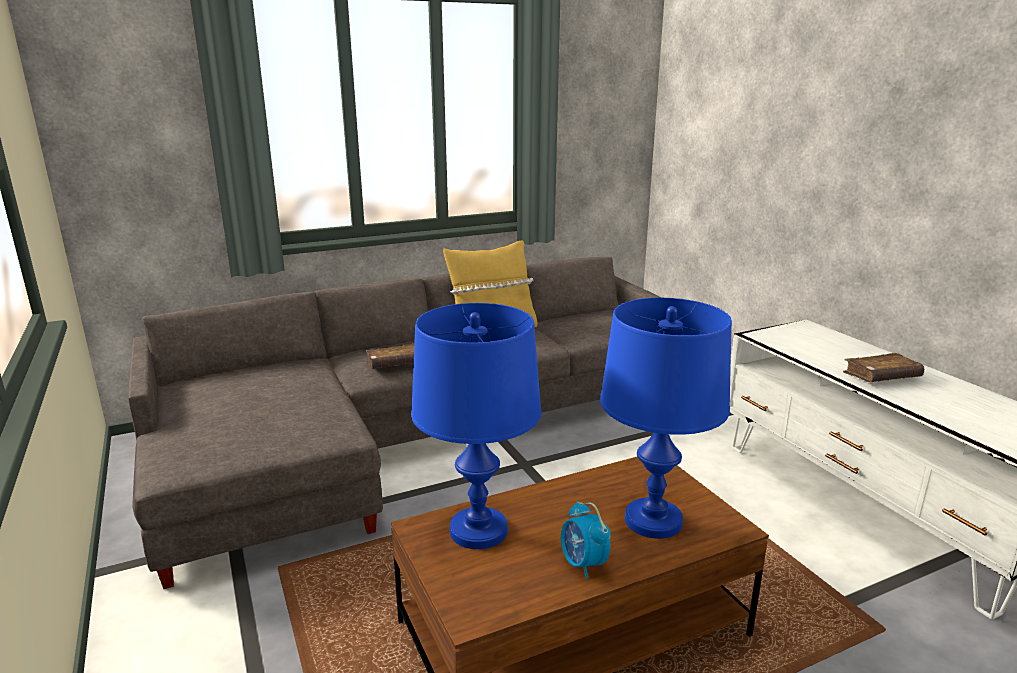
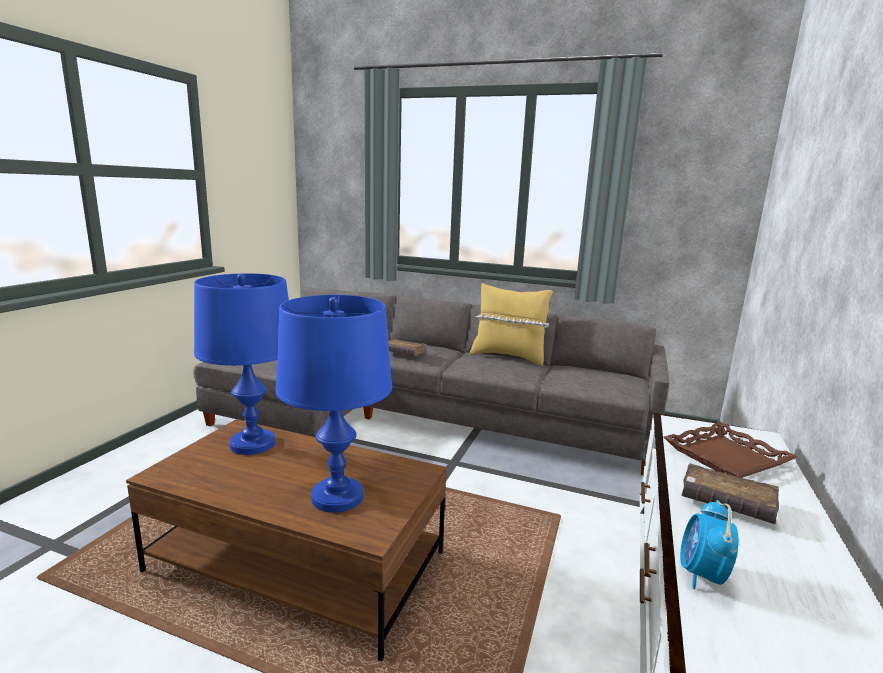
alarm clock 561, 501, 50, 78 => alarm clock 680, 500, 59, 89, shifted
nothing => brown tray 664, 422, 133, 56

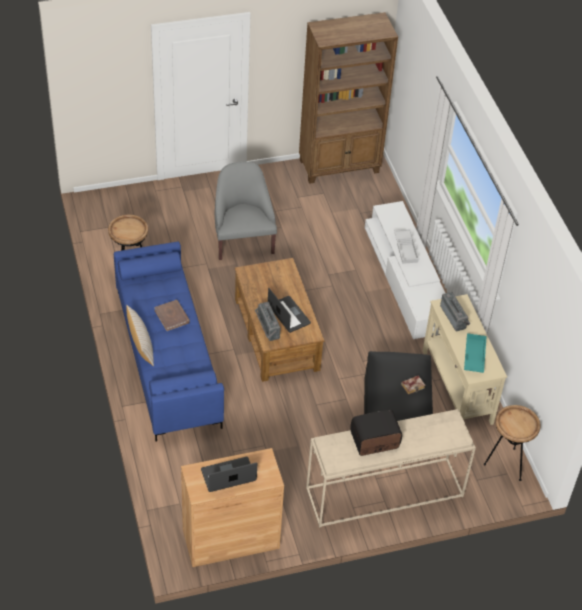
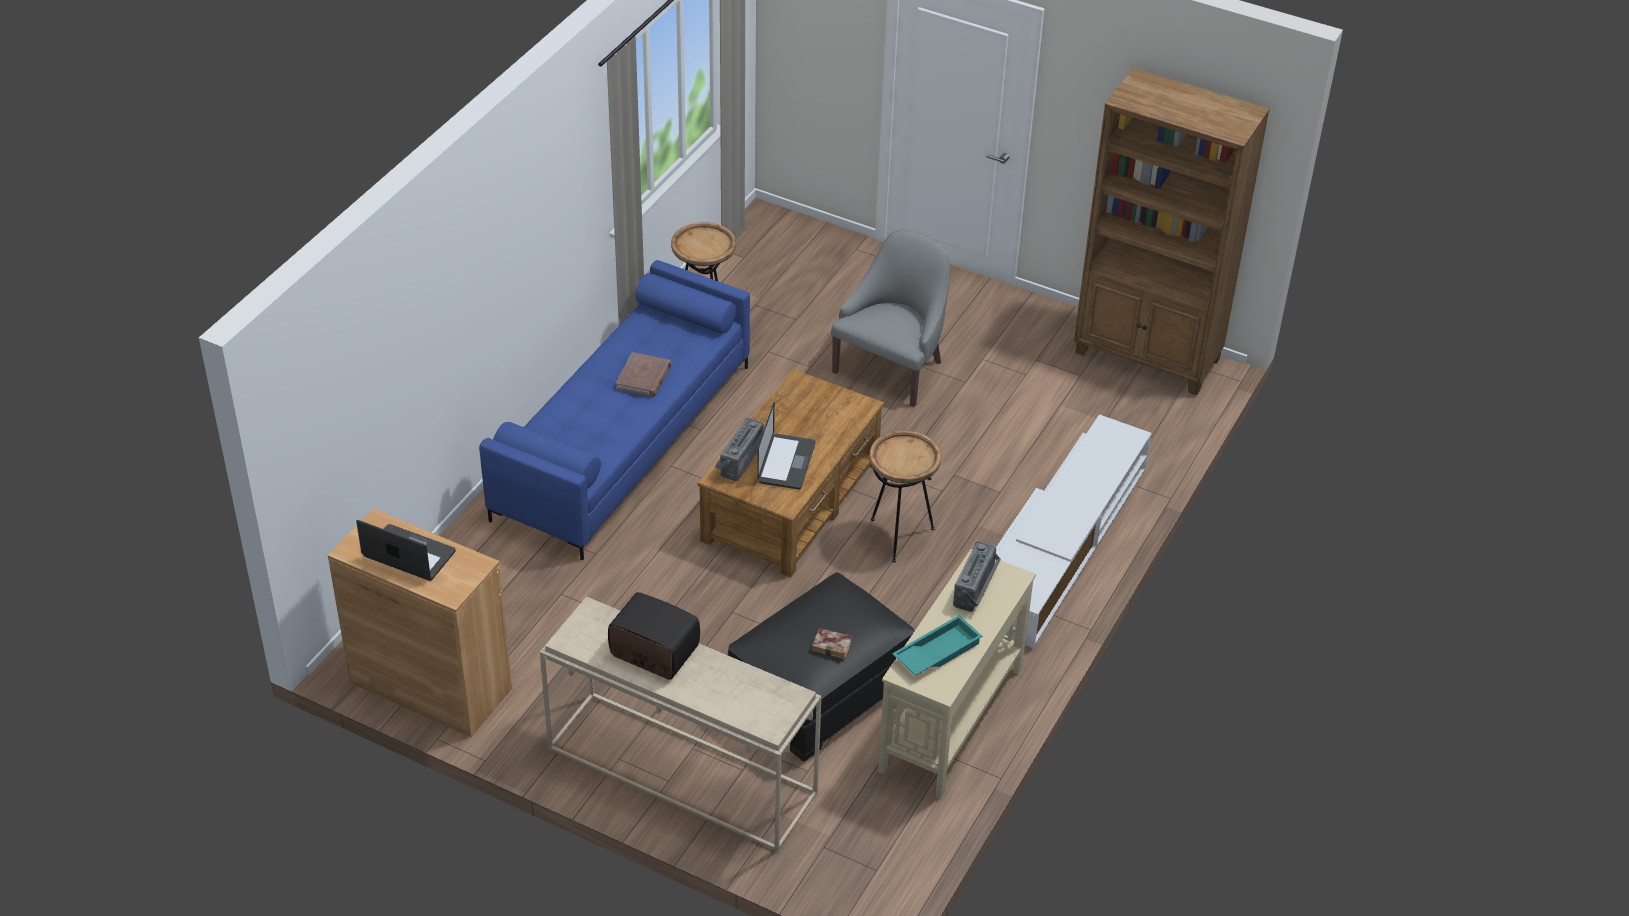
white tray 394, 229, 26, 35 => nothing
beige pillow 126, 305, 28, 61 => nothing
brown side table 484, 405, 57, 76 => brown side table 869, 430, 72, 133, shifted

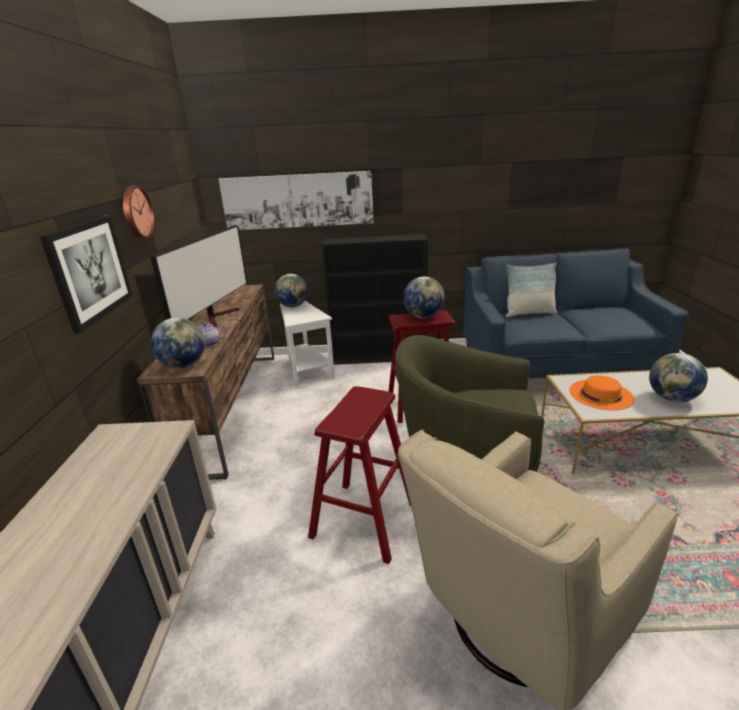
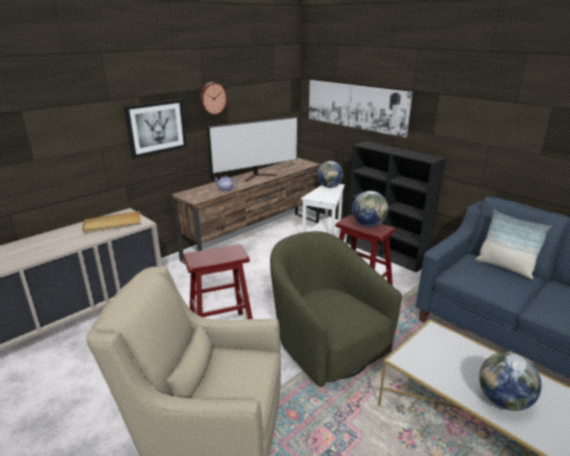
globe 150, 318, 55, 50 => nothing
orange hat 569, 375, 66, 35 => nothing
nothing => beige tray 82, 211, 59, 23

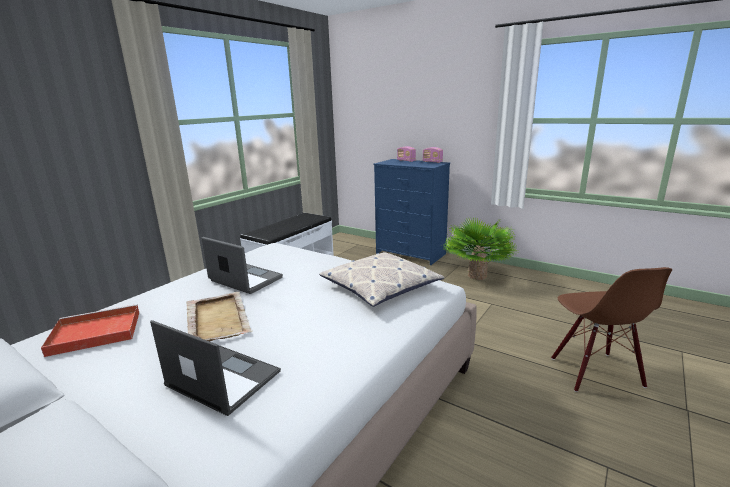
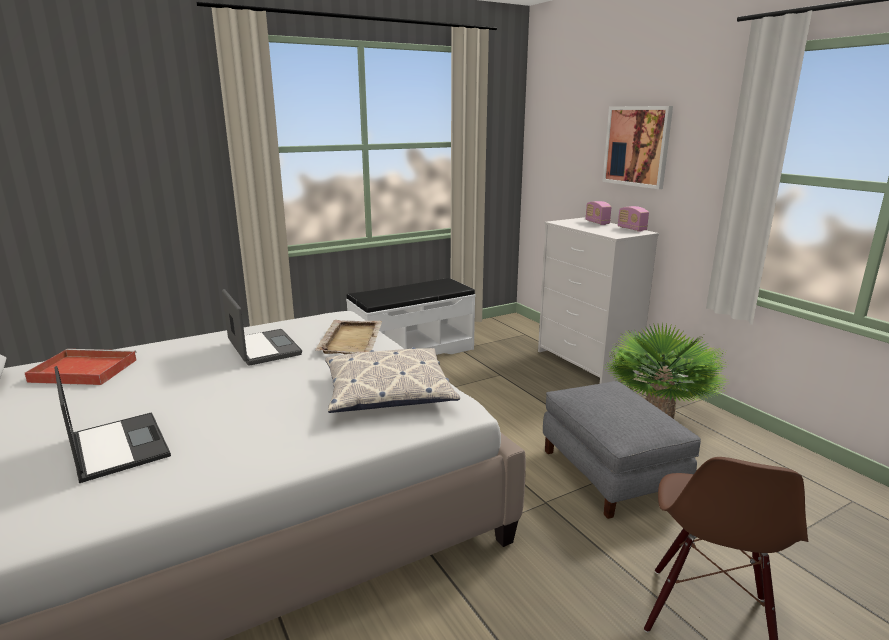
blue dresser 374, 159, 76, 106 => white dresser 538, 217, 121, 167
beige tray 187, 292, 66, 50 => beige tray 315, 320, 67, 34, shifted
nothing => picture 602, 106, 71, 83
nothing => grey ottoman 543, 381, 158, 138

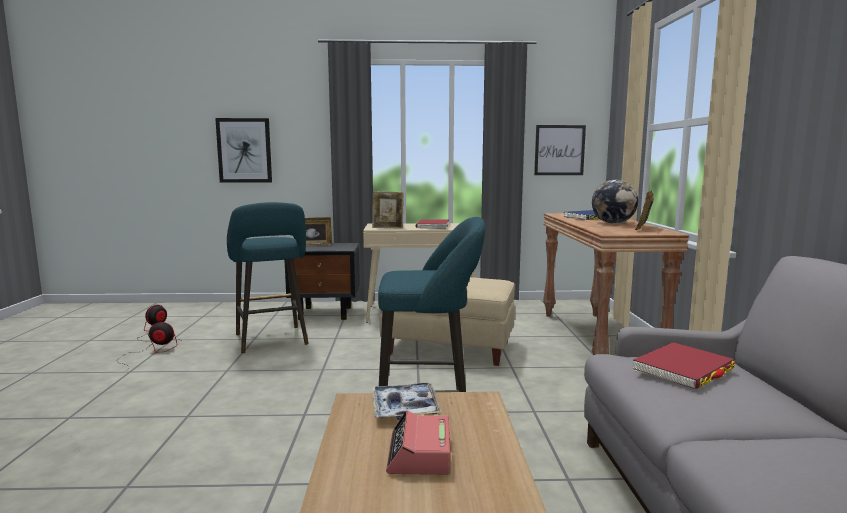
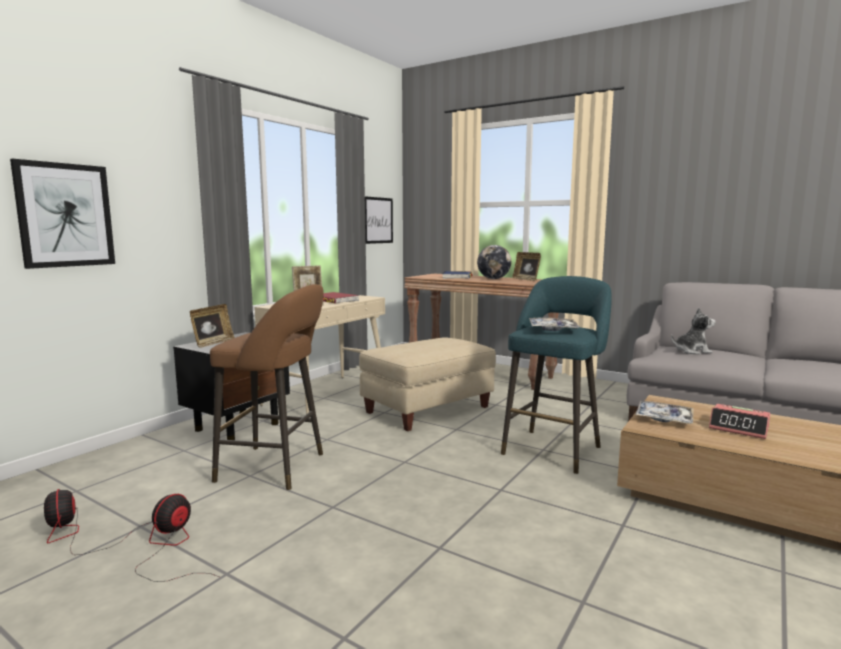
turquoise stool 227, 202, 82, 151 => brown stool 210, 284, 114, 206
red book 633, 342, 102, 47 => plush toy 671, 308, 45, 47
nothing => tray 529, 318, 51, 13

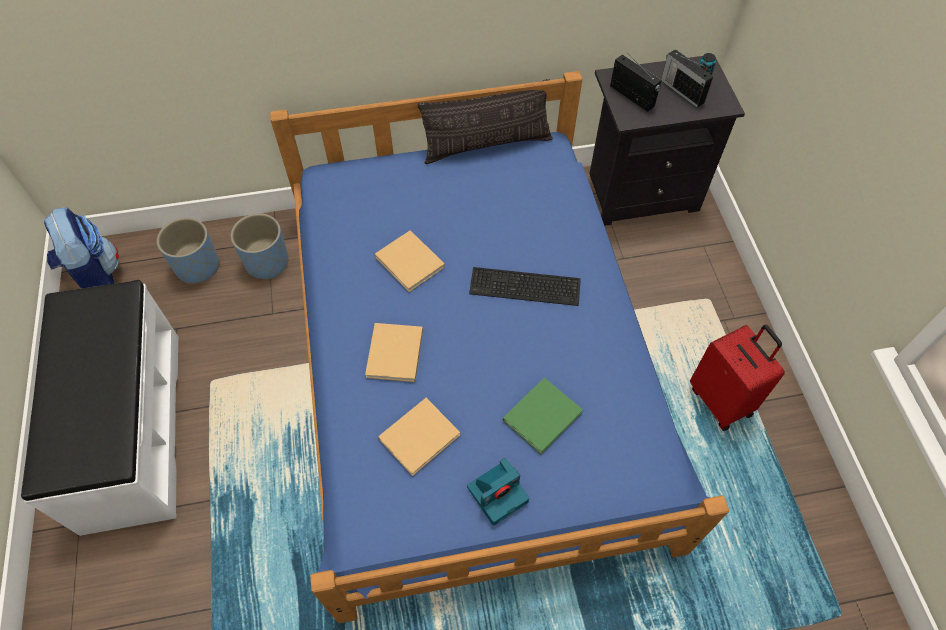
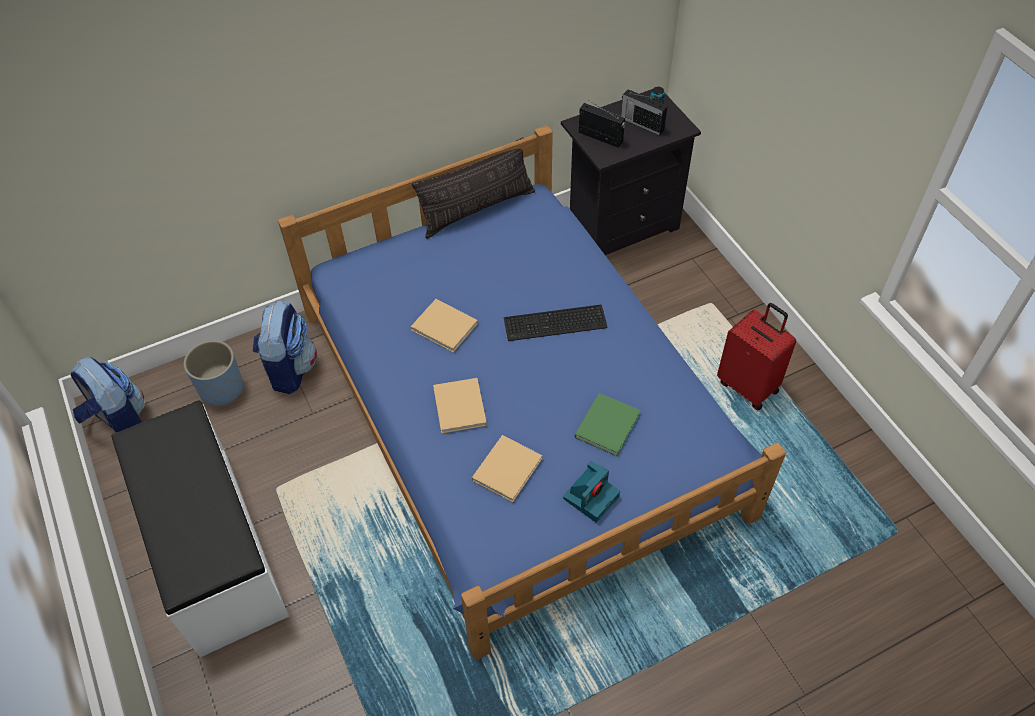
blue planter 231, 213, 58, 66 => backpack 253, 301, 64, 93

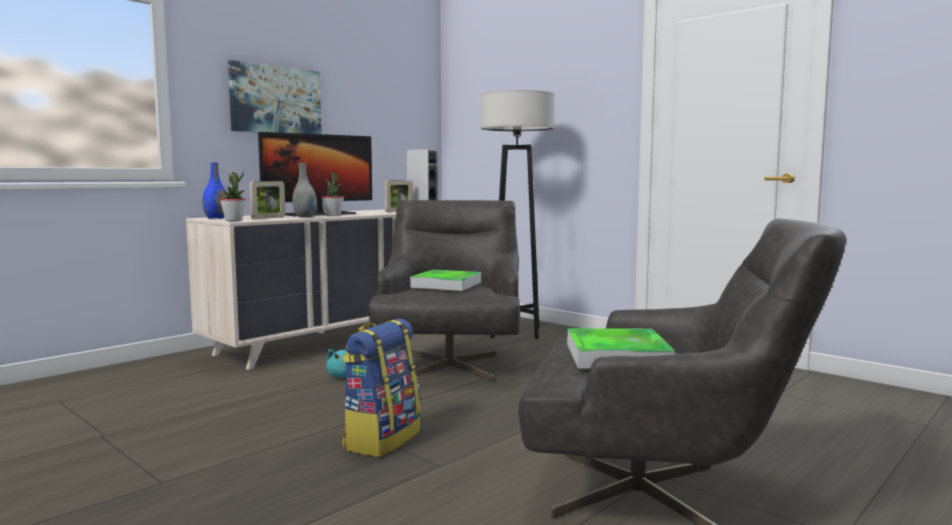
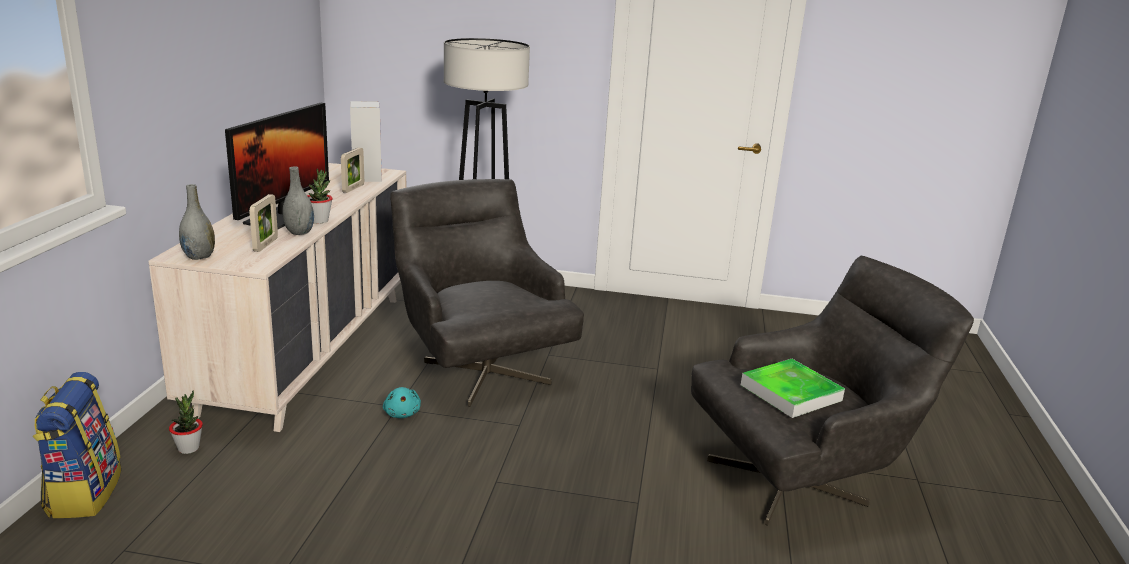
picture 228, 60, 94, 74 => nothing
blue vase 202, 163, 25, 56 => grey vase 179, 184, 36, 76
potted plant 220, 172, 26, 49 => potted plant 169, 391, 34, 63, shifted
tray 410, 270, 71, 21 => nothing
backpack 341, 319, 80, 138 => backpack 33, 372, 88, 146, shifted

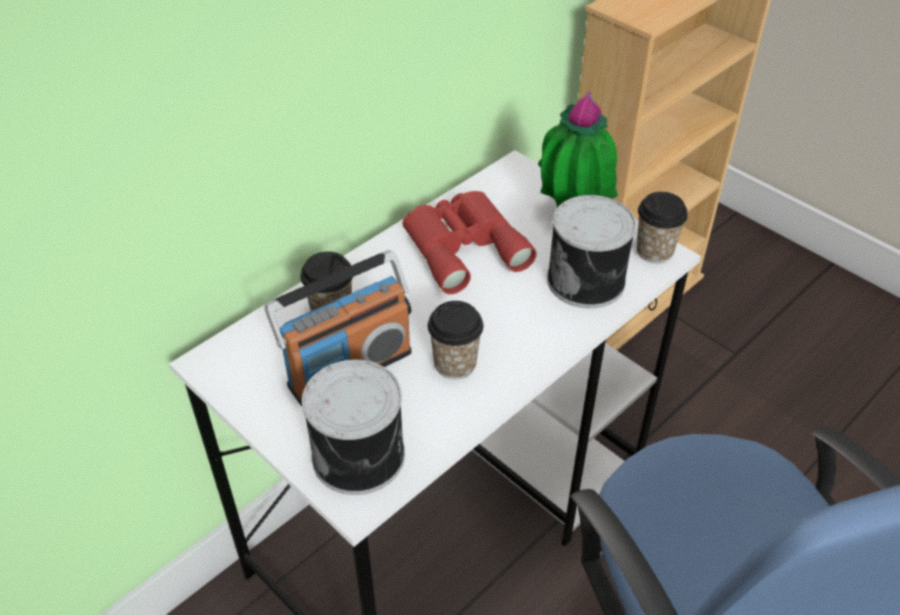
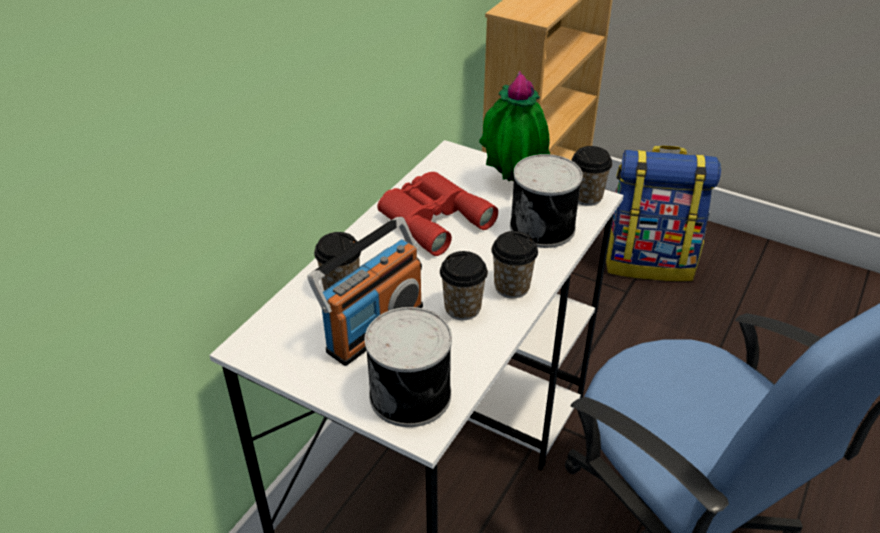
nothing => backpack 606, 145, 115, 136
nothing => cup 491, 231, 47, 68

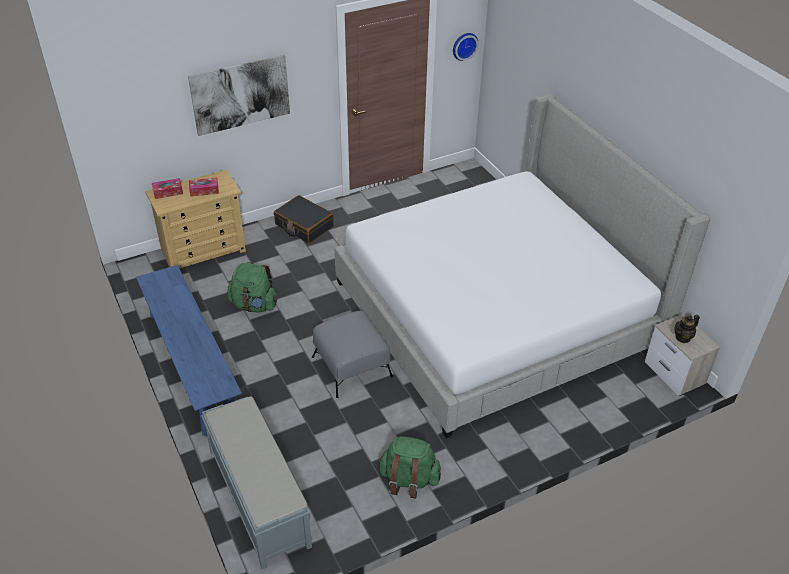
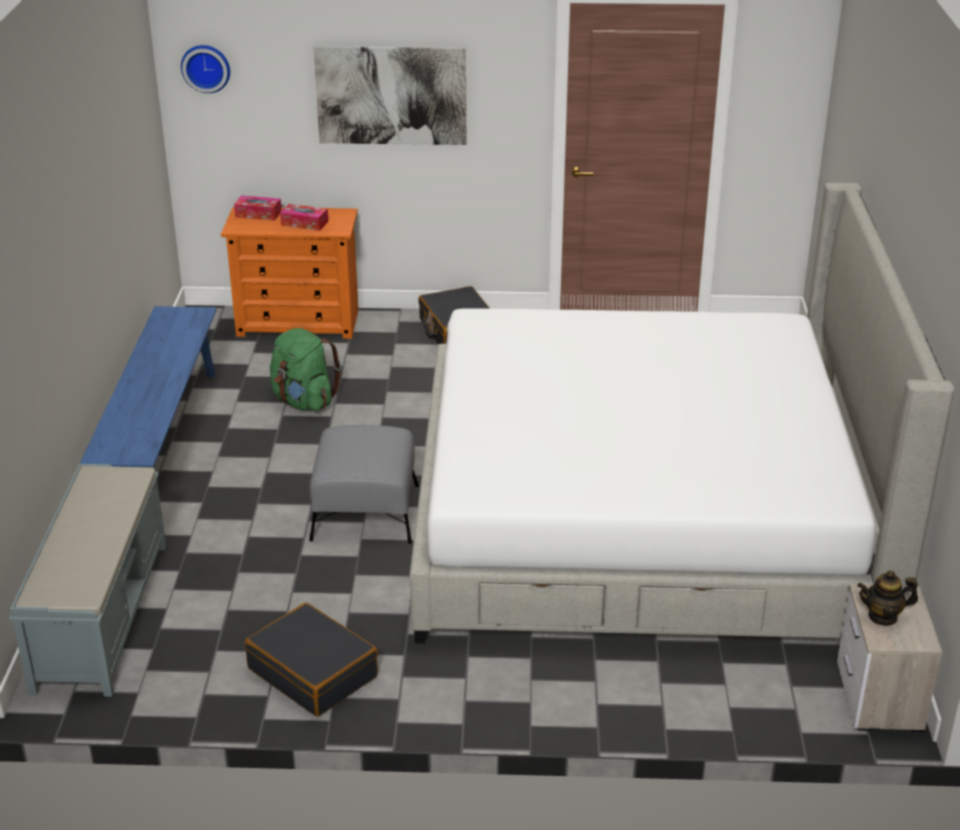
wall clock 453, 33, 25, 28 => wall clock 181, 45, 49, 48, shifted
beige dresser 145, 170, 101, 99 => orange dresser 221, 207, 137, 132
green backpack 378, 436, 63, 62 => black suitcase 245, 602, 133, 114

